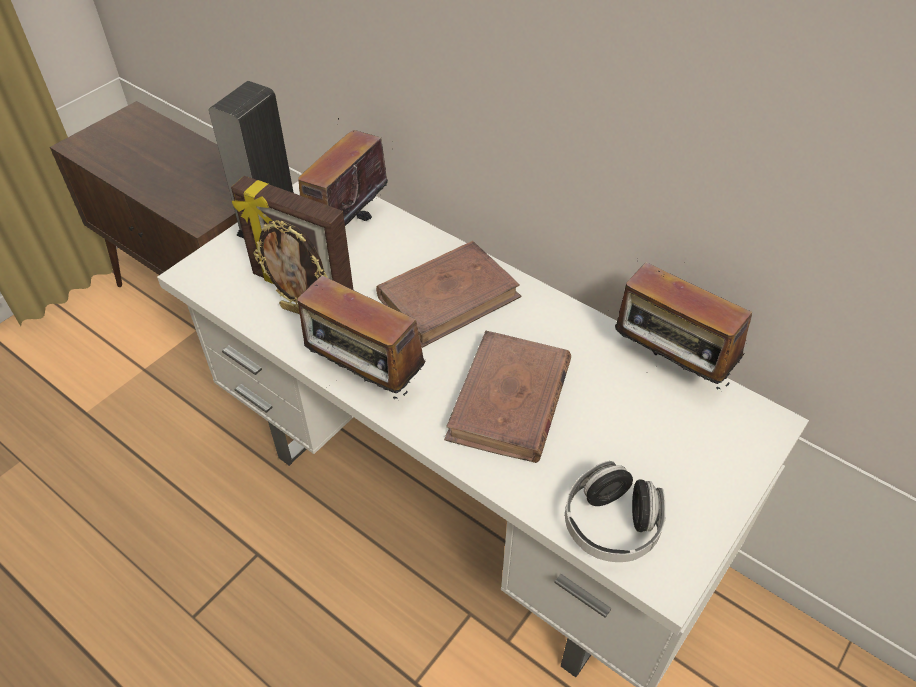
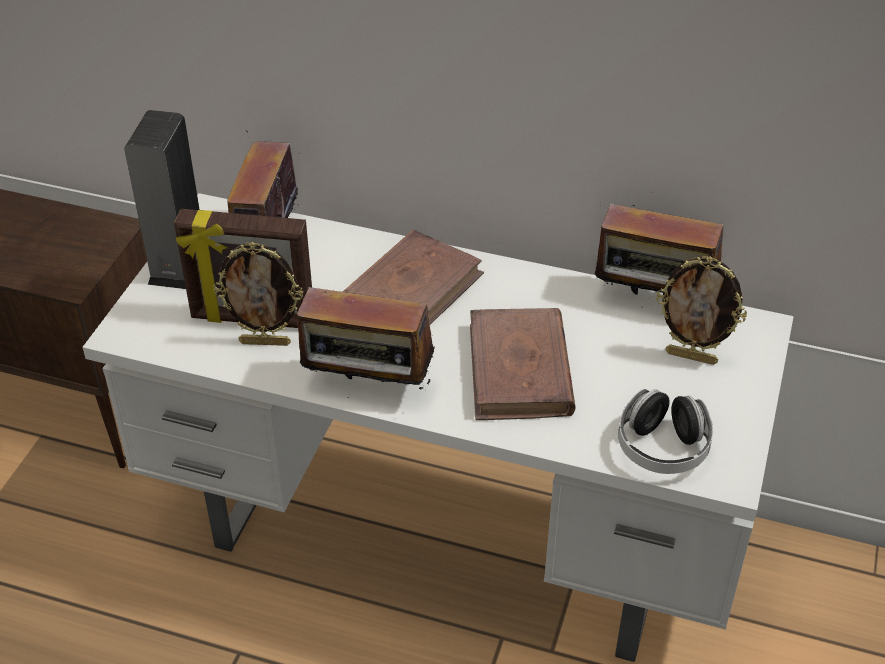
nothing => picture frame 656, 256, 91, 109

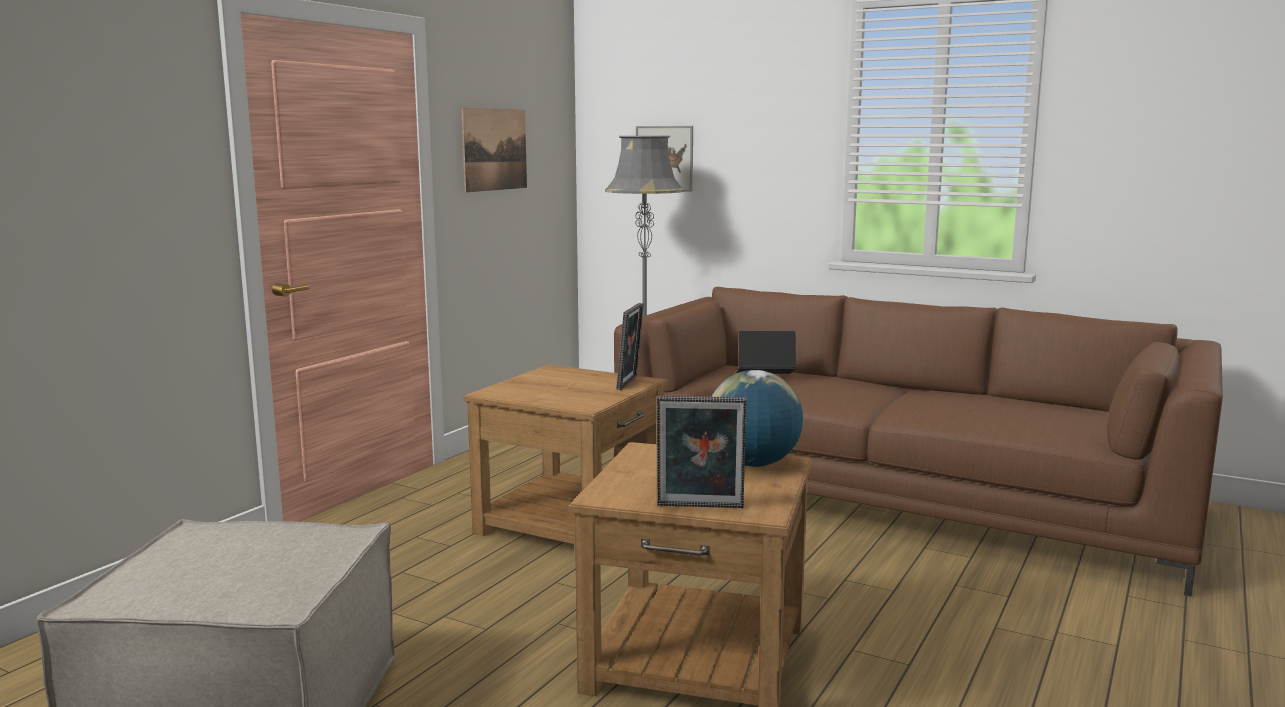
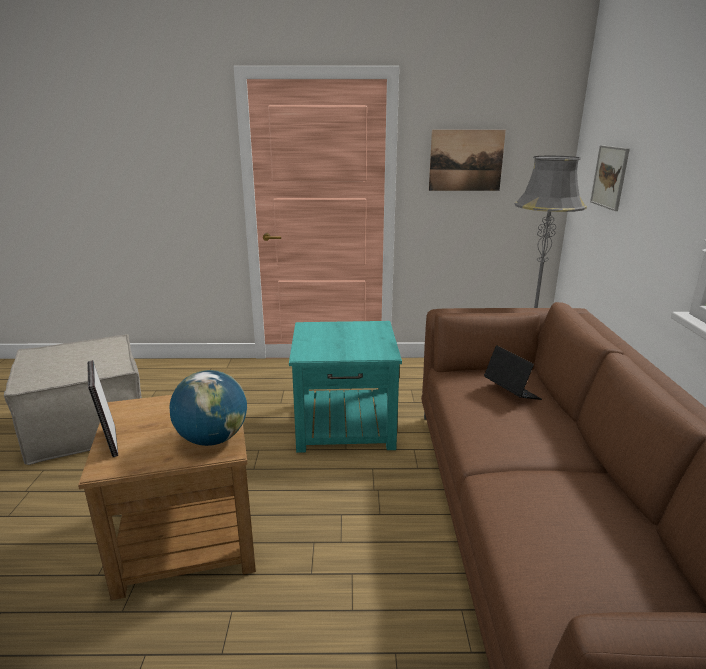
picture frame 616, 303, 28, 87 => nothing
brown side table 463, 365, 205, 179 => turquoise side table 289, 321, 113, 132

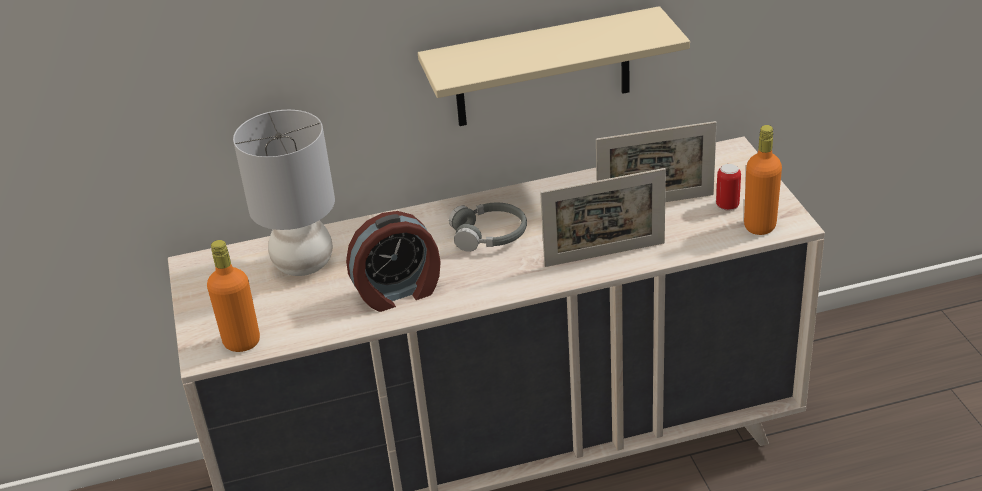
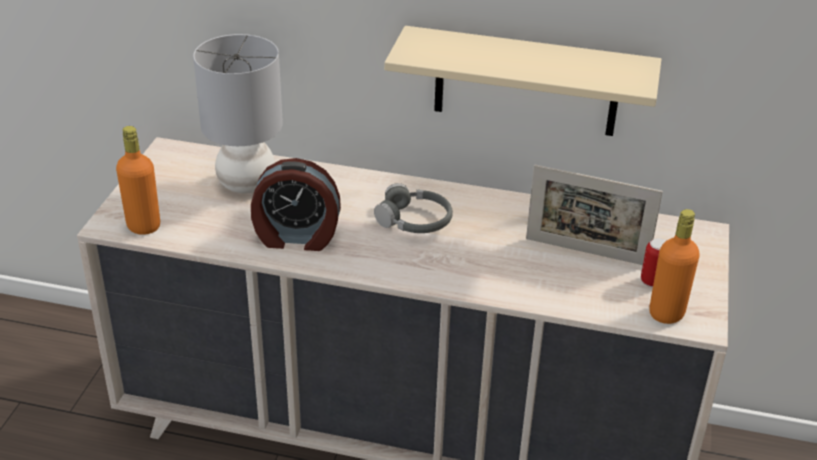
picture frame 540, 168, 126, 99 => nothing

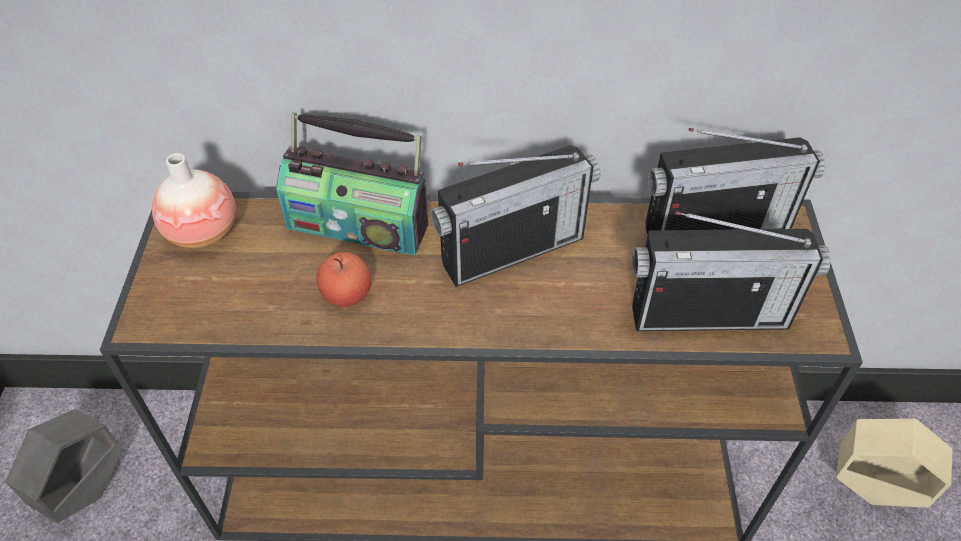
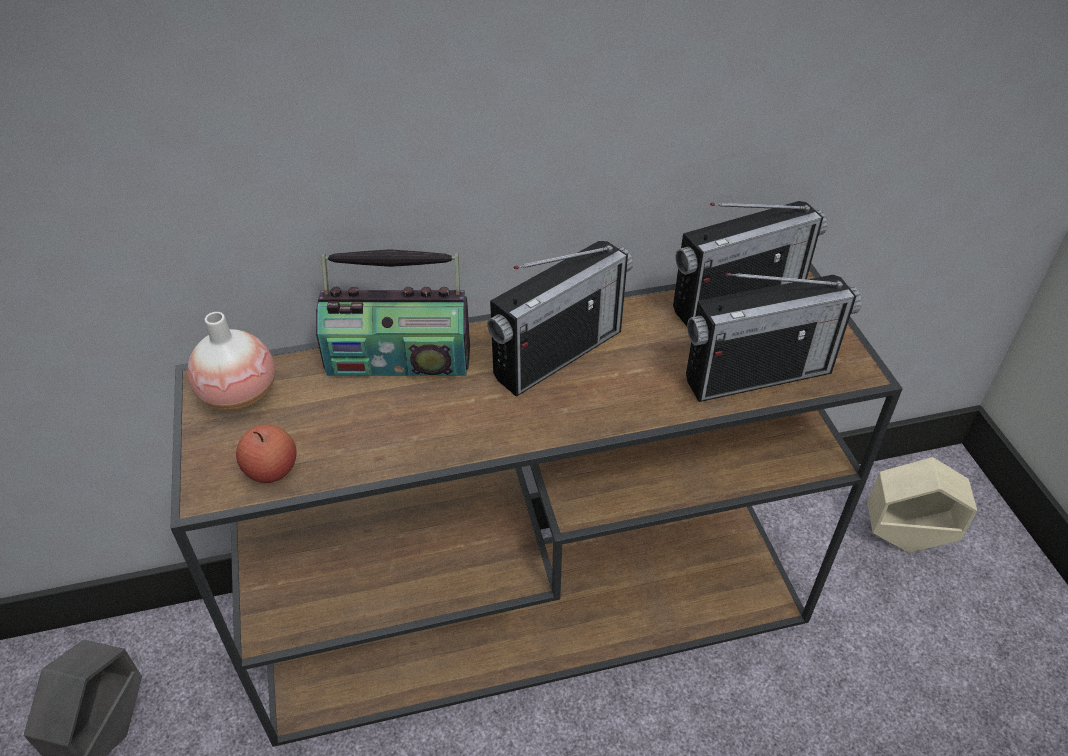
apple 316, 252, 56, 55 => apple 236, 424, 60, 59, shifted

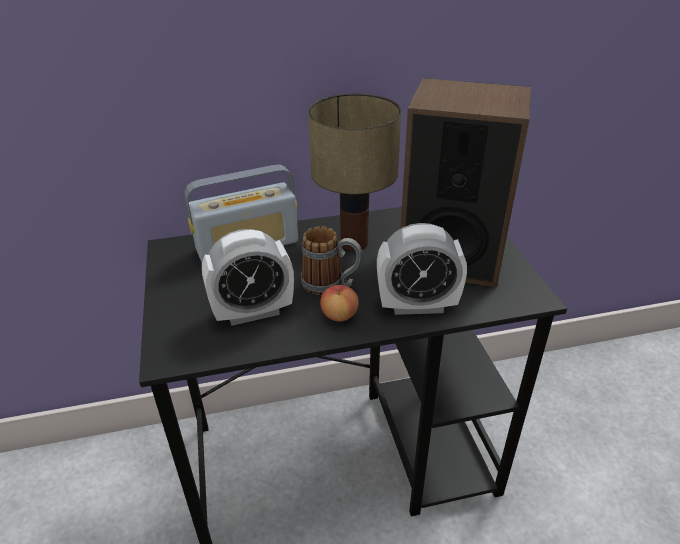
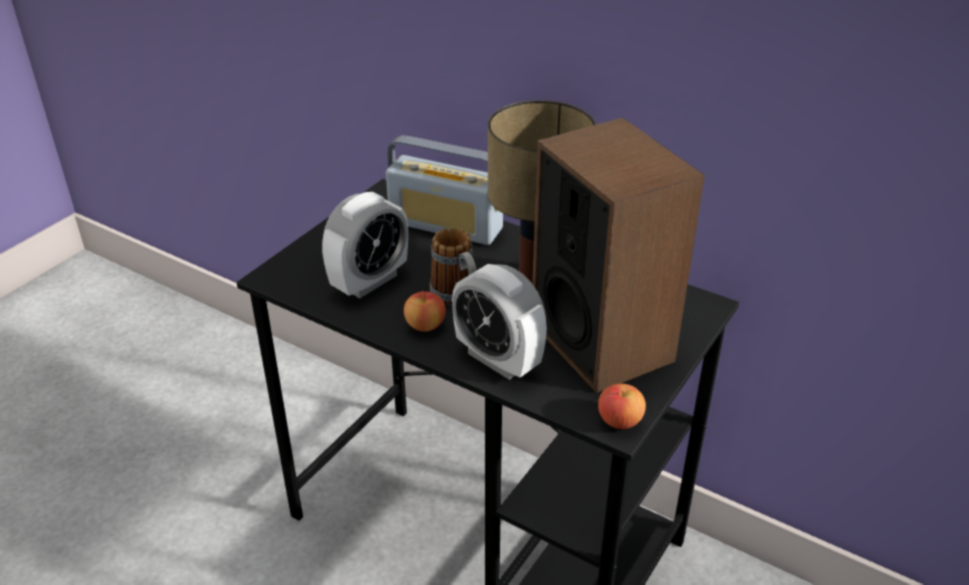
alarm clock 202, 229, 92, 97 => alarm clock 322, 192, 86, 107, 75 degrees counterclockwise
nothing => apple 598, 384, 48, 45

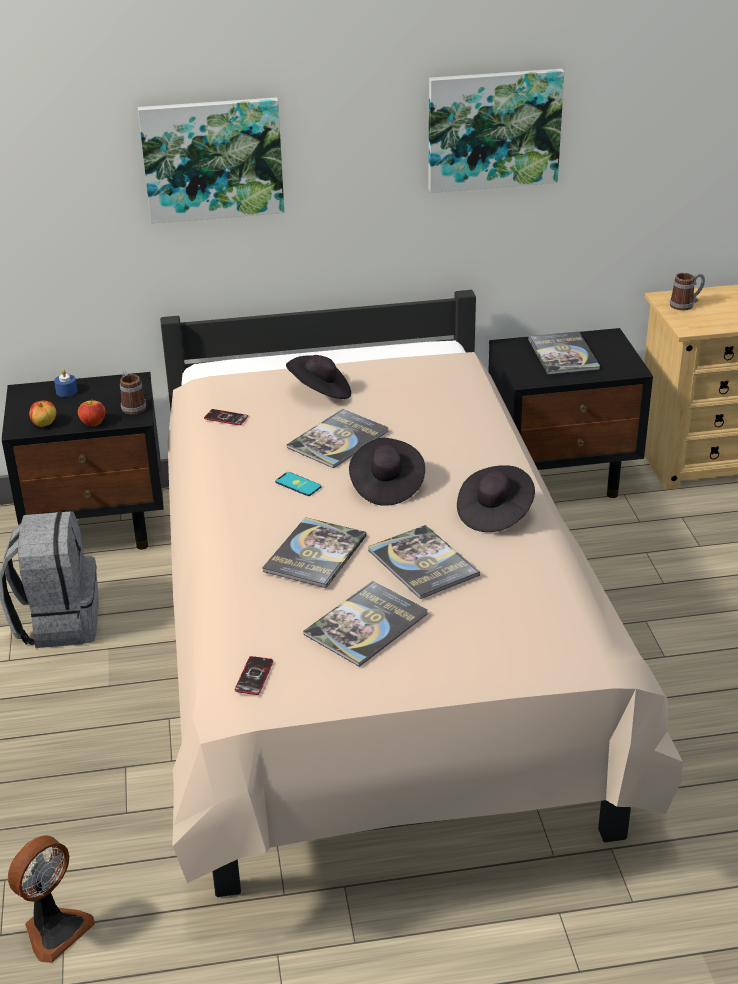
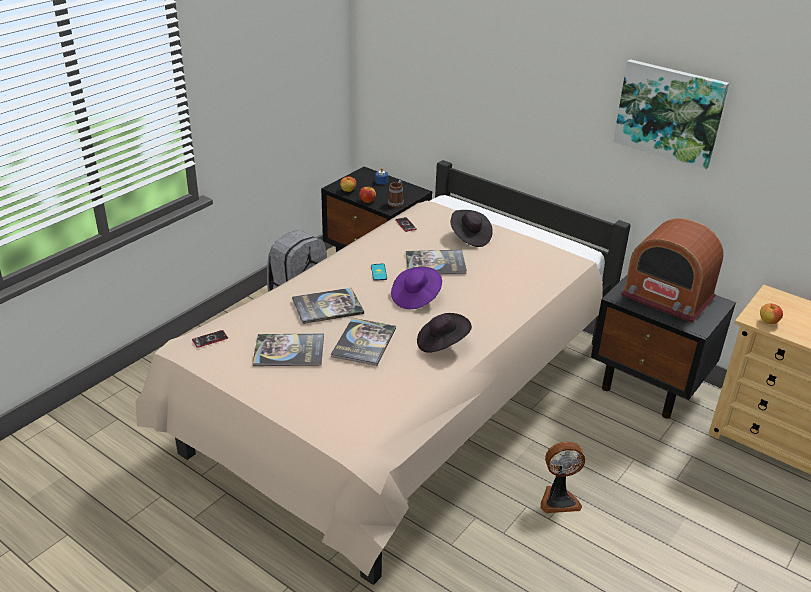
picture 138, 97, 146, 127 => nothing
mug 670, 273, 35, 38 => nothing
book 528, 331, 72, 44 => radio 621, 218, 103, 105
black hat 349, 438, 76, 68 => purple hat 391, 267, 51, 42
fan 8, 835, 87, 128 => fan 541, 442, 44, 71, shifted
nothing => apple 760, 304, 23, 20

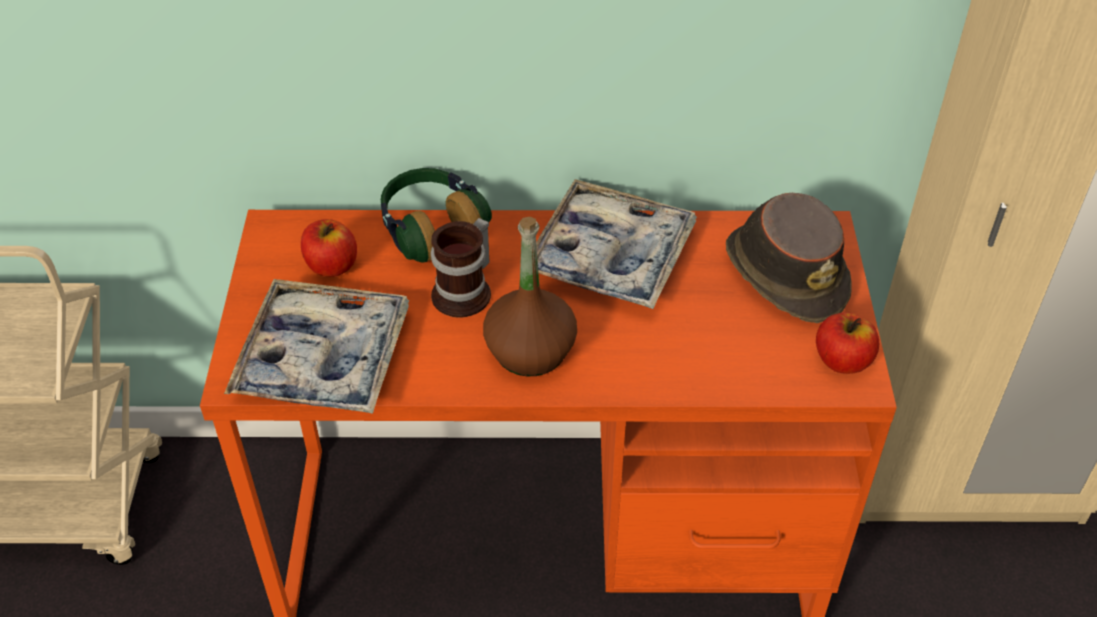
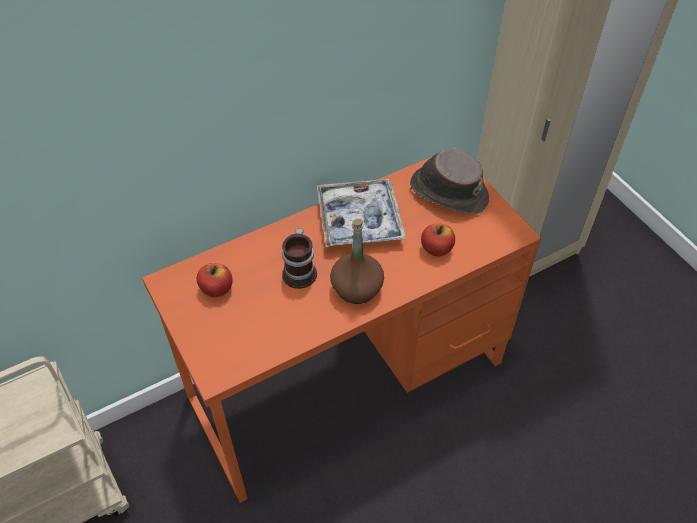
headphones 381, 168, 111, 95 => nothing
tray 224, 279, 185, 135 => nothing
apple 816, 312, 63, 62 => apple 421, 223, 34, 34, shifted

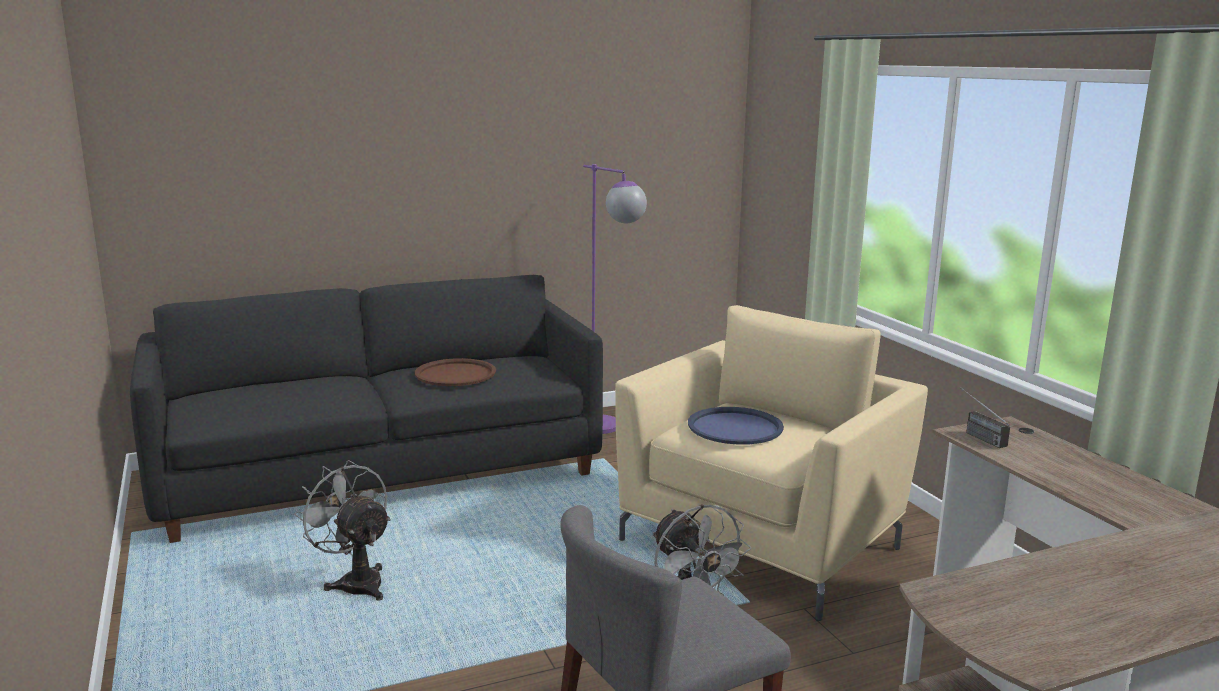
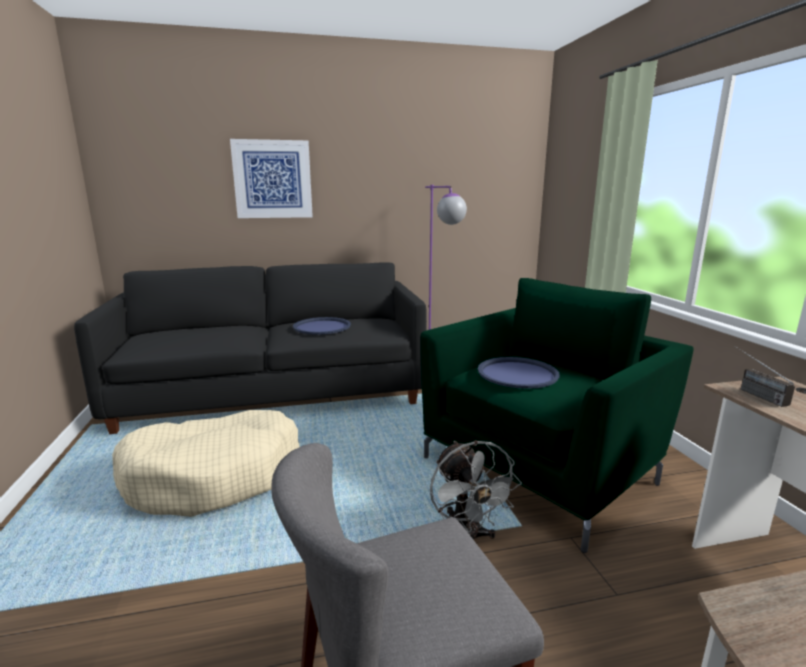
beige armchair 615, 305, 313, 316 => green armchair 421, 278, 273, 275
brown tray 415, 358, 81, 28 => blue tray 293, 317, 58, 18
grey fan 294, 460, 97, 141 => beige dog bed 112, 410, 188, 107
nothing => picture 230, 139, 83, 79

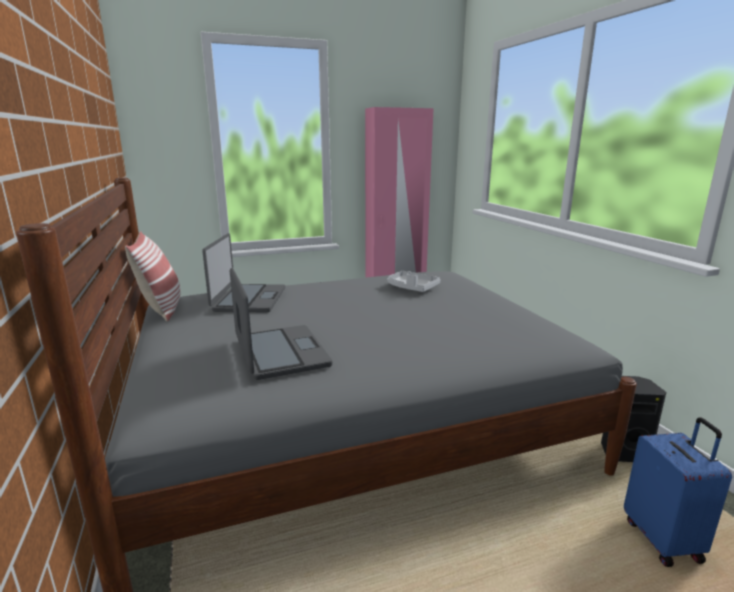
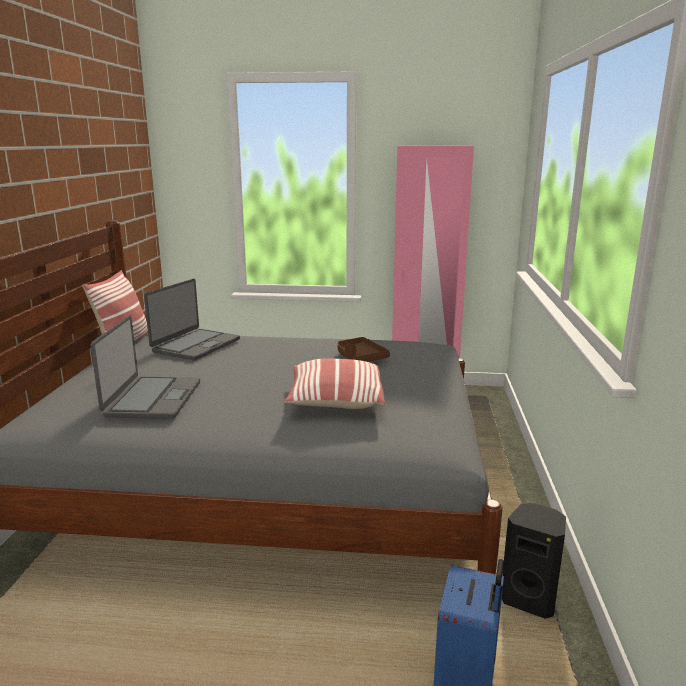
grey tray 387, 271, 54, 21 => brown tray 337, 337, 53, 25
nothing => pillow 284, 358, 101, 51

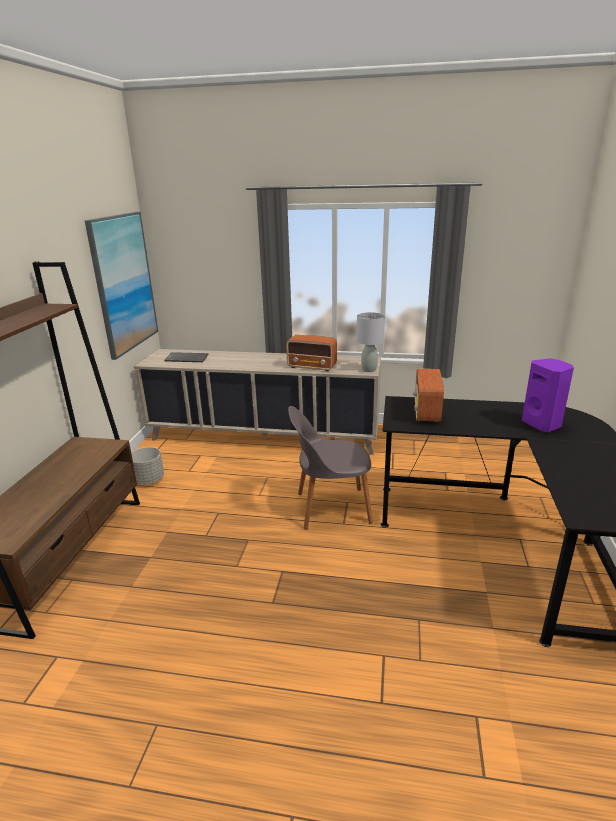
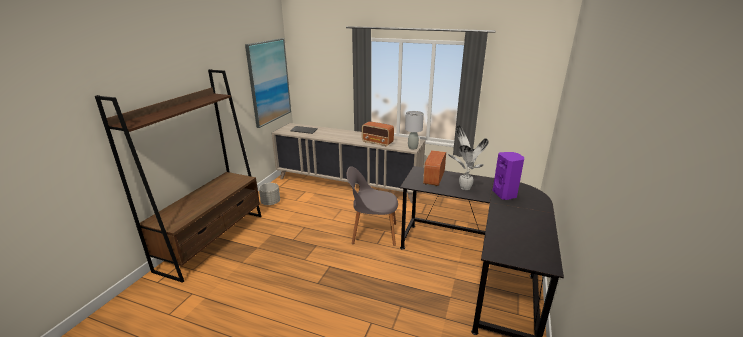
nothing => potted plant 448, 125, 41, 65

